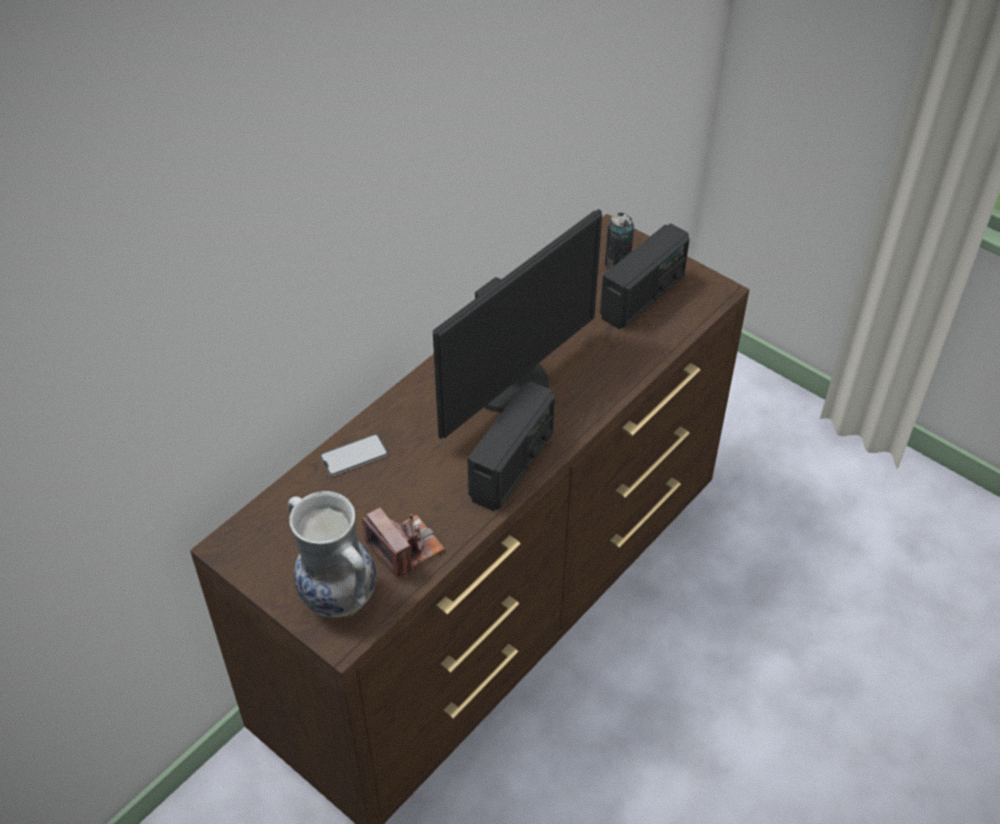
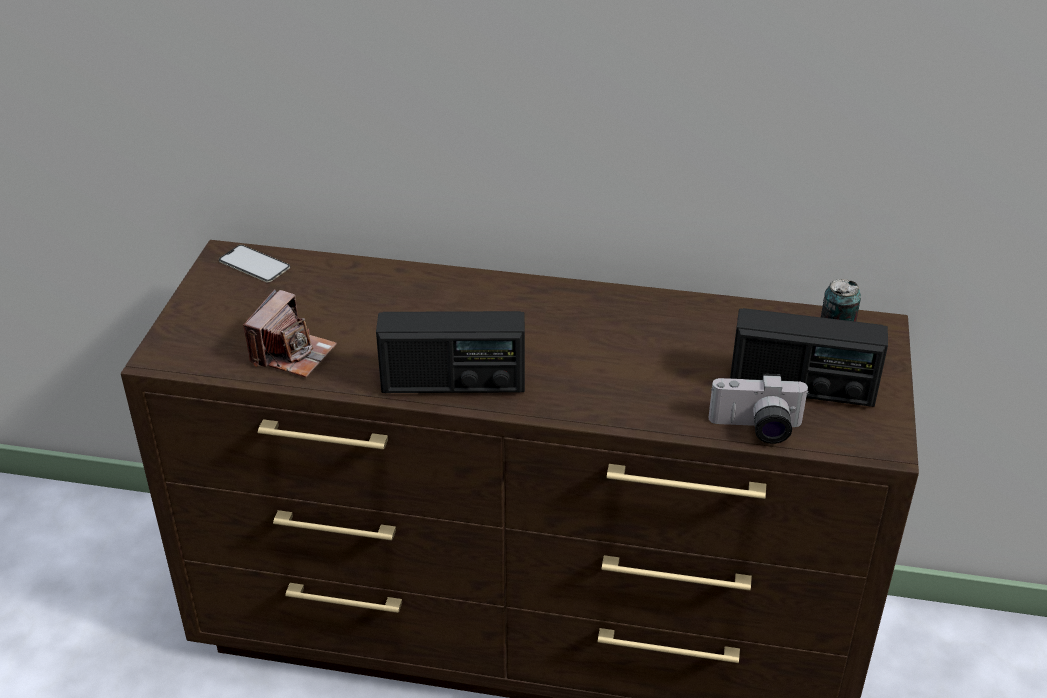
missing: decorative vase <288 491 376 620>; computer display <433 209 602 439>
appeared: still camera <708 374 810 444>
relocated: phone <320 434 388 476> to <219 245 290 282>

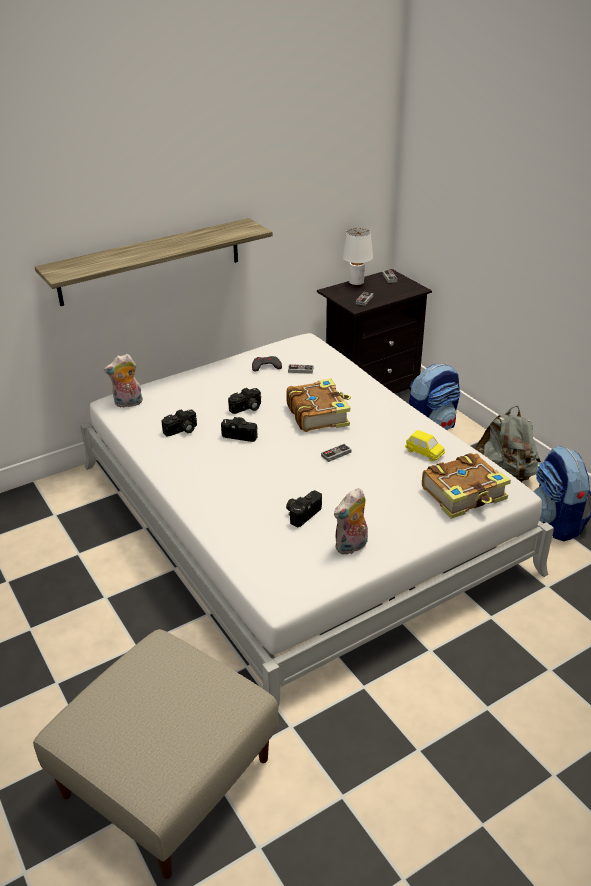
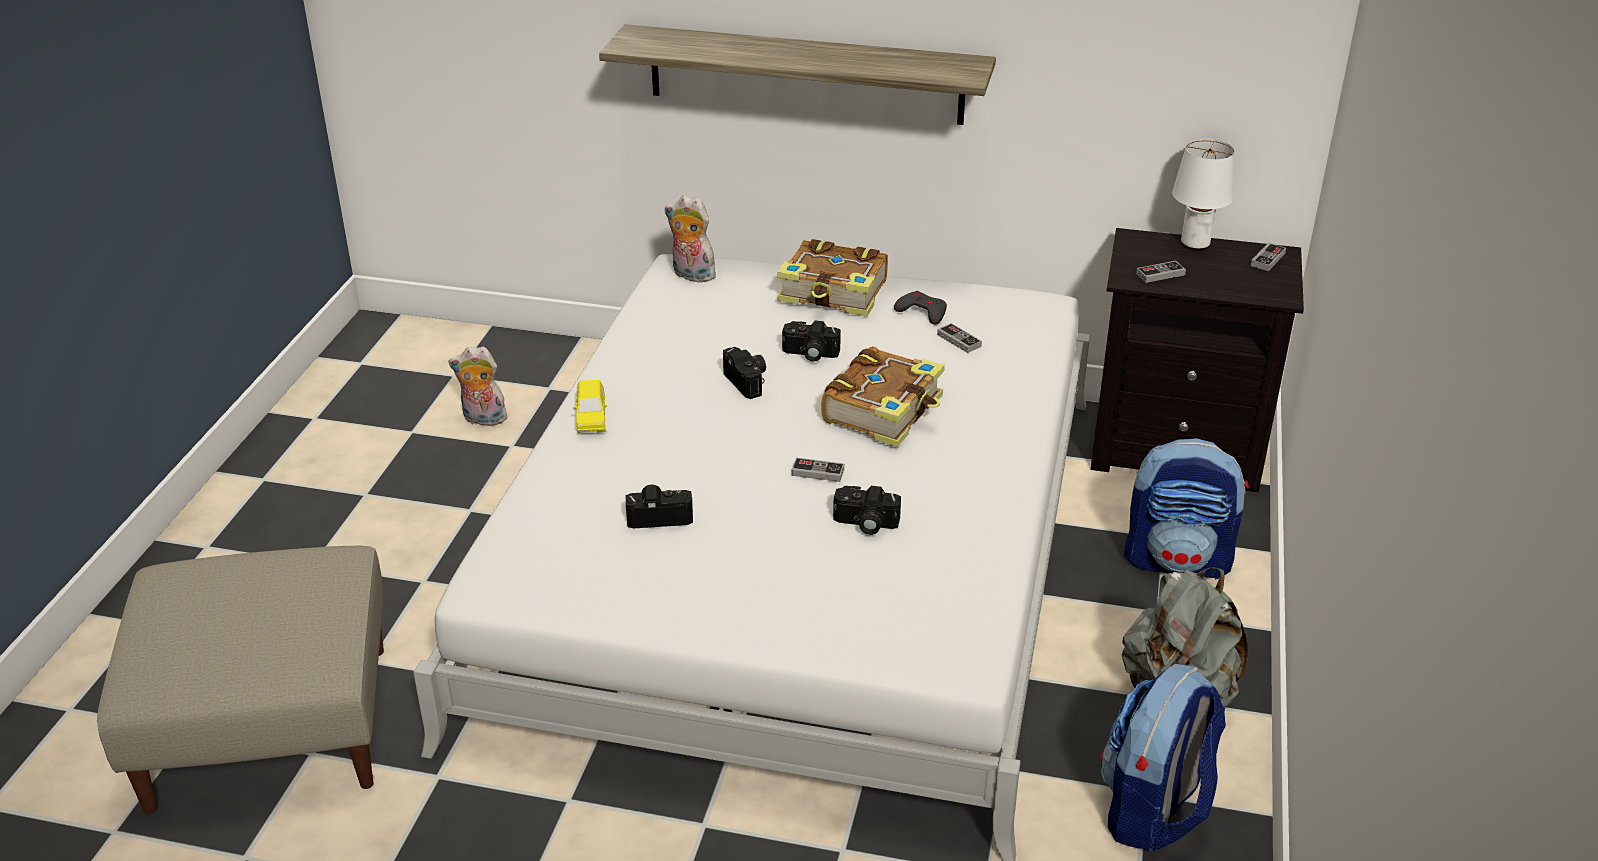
relocated: still camera <161 409 197 437> to <833 486 901 535>; cuddly toy <334 488 368 555> to <448 346 512 426>; model car (yellow) <405 430 445 462> to <573 380 607 433>; volume <422 453 511 519> to <777 239 888 317>

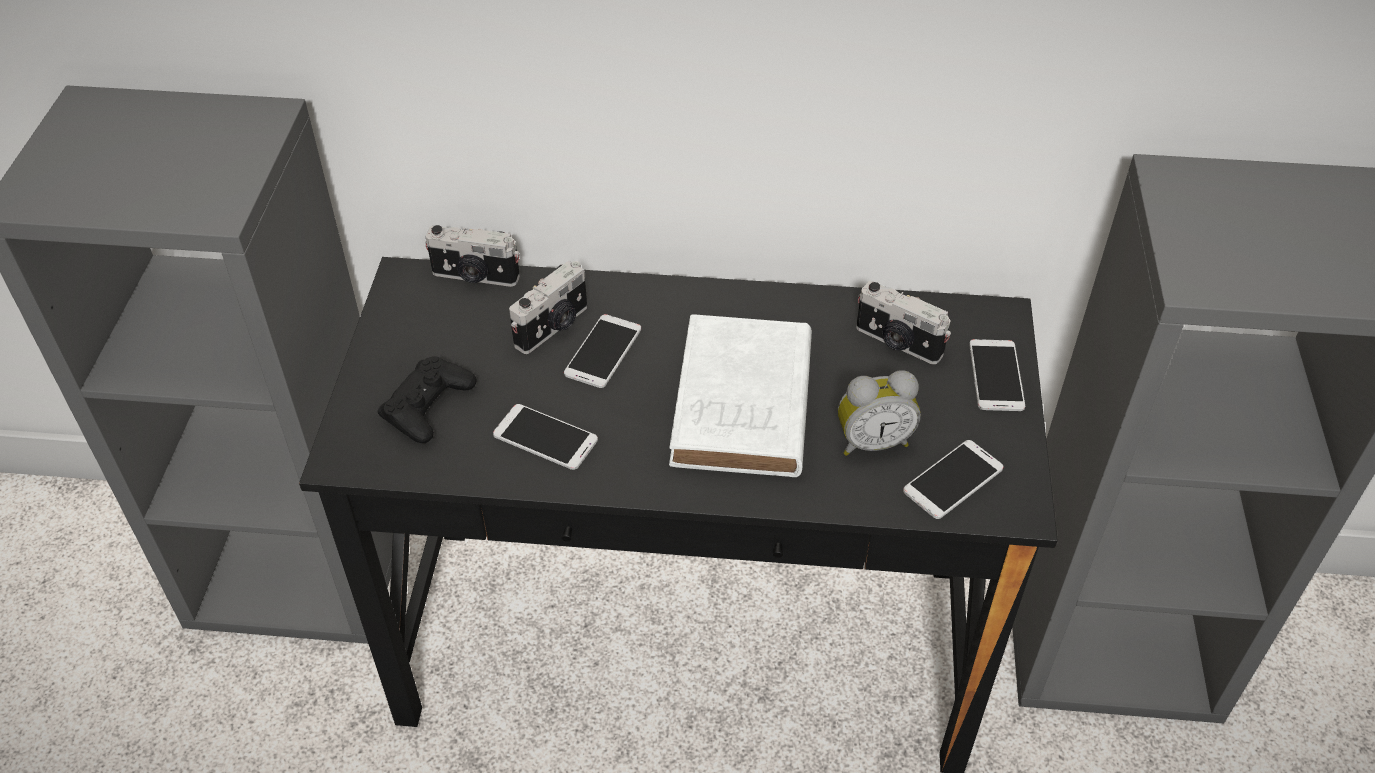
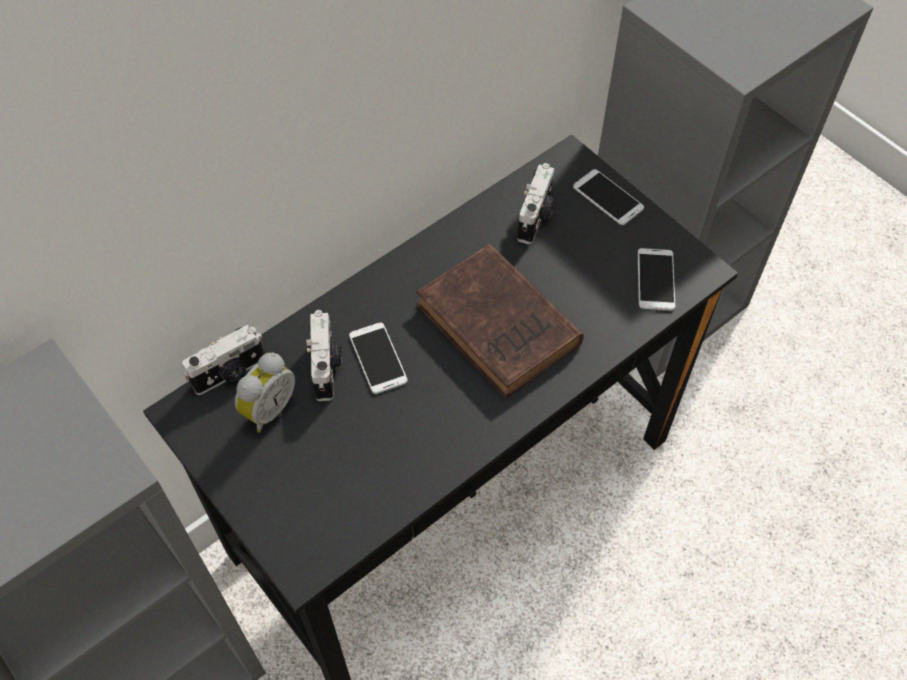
missing: gamepad (black-coloured) <378 356 476 443>; phone <493 404 598 470>
relocated: alarm clock <838 370 921 456> to <235 353 295 433>
colour: volume (whitish) <669 314 812 477> to volume (brown-coloured) <416 244 584 399>
spun: still camera <856 281 951 364> = <518 163 555 244> 60 degrees counterclockwise

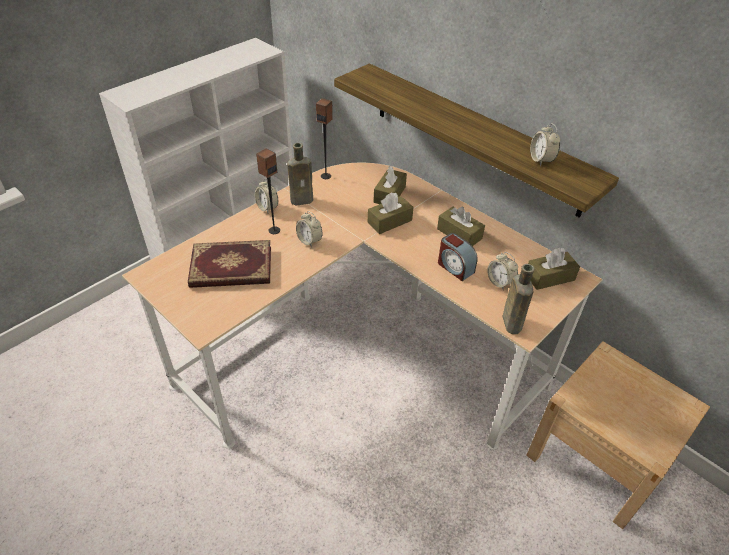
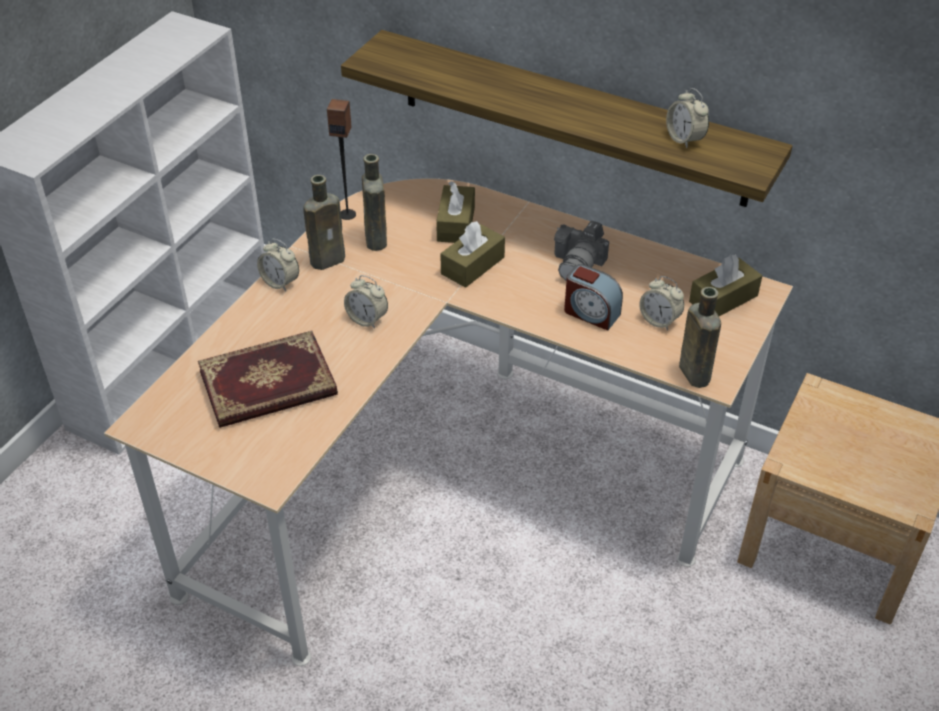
missing: audio speaker <256 148 280 234>
appeared: bottle (brown-coloured) <362 154 387 251>
exchanged: box of tissues (brown-coloured) <437 207 485 246> to still camera <554 220 609 280>

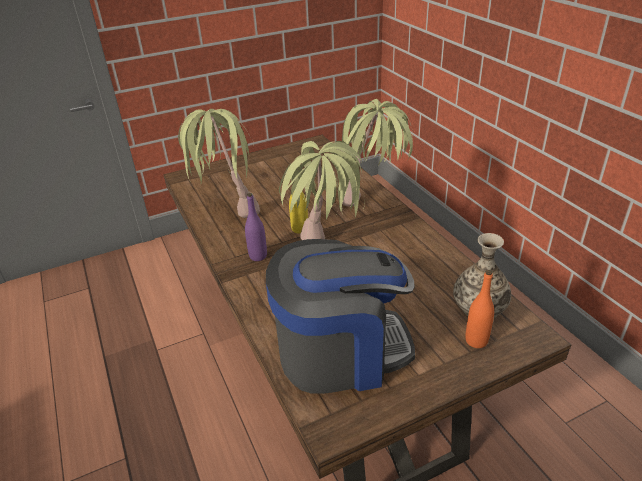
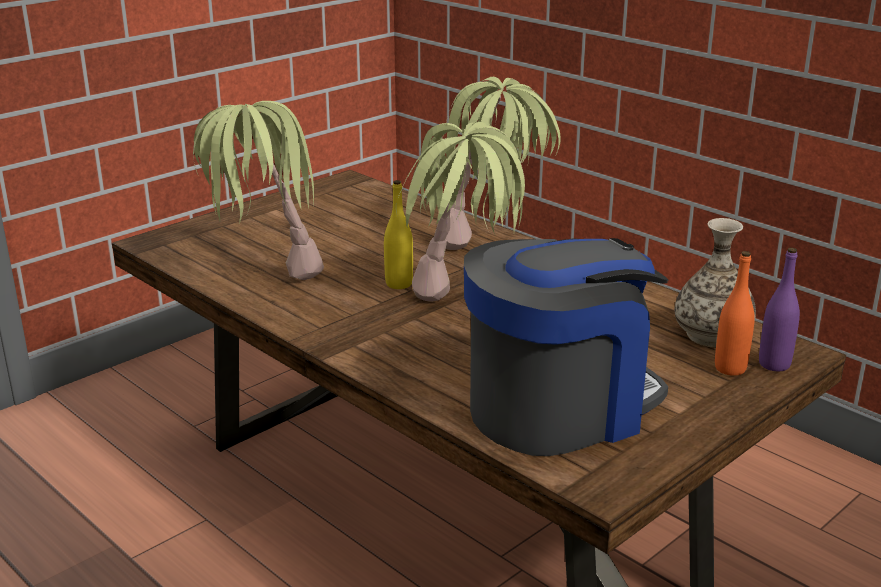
relocated: bottle (purple) <245 193 267 261> to <759 248 800 371>

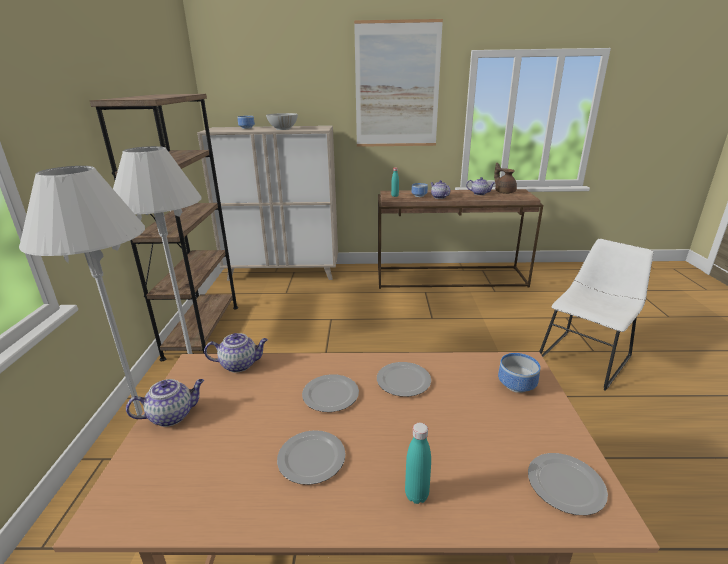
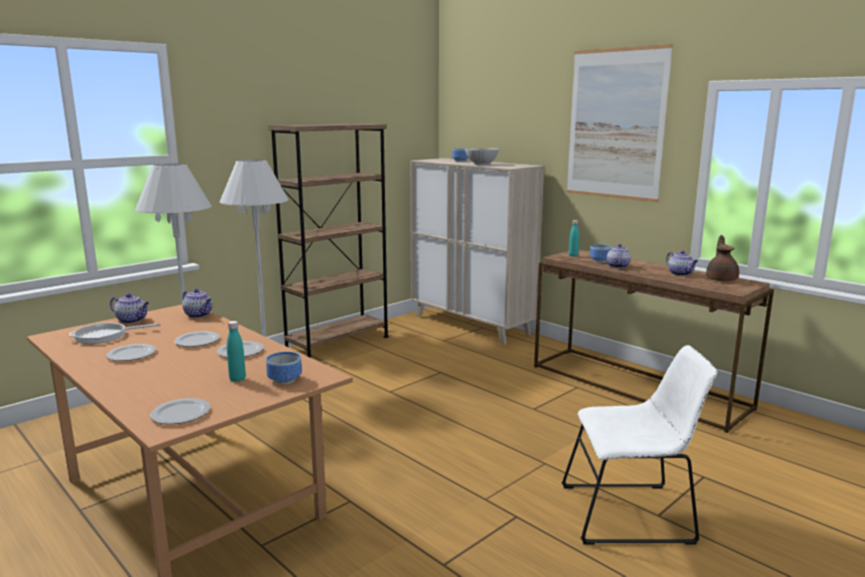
appeared: pan <69 323 161 344>
relocated: bottle (turquoise-coloured) <405 423 431 504> to <227 321 246 382>

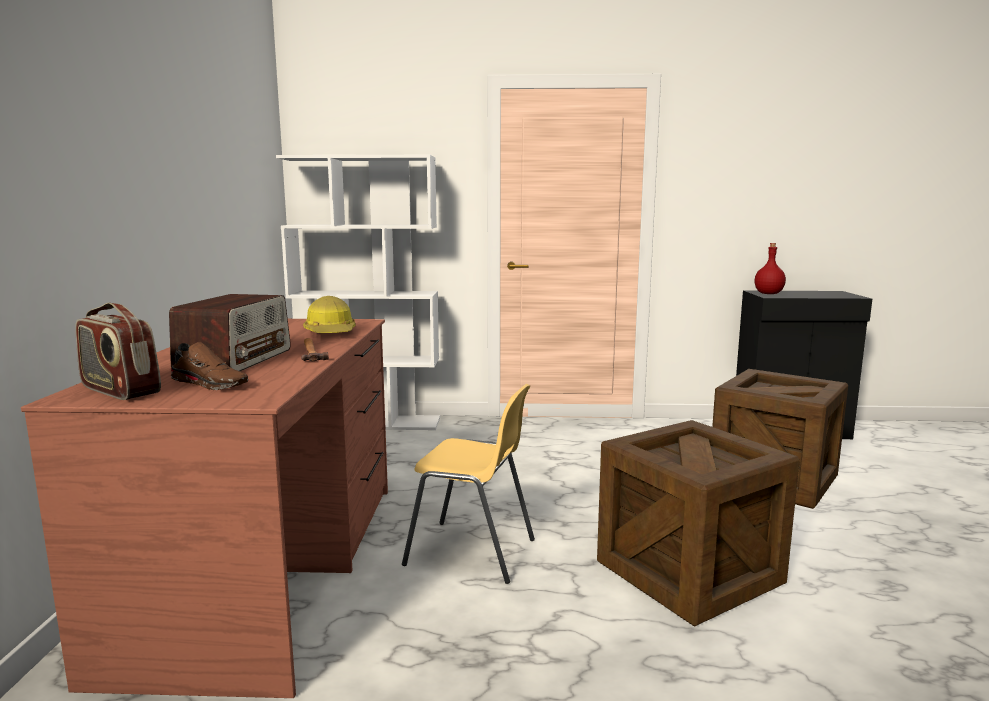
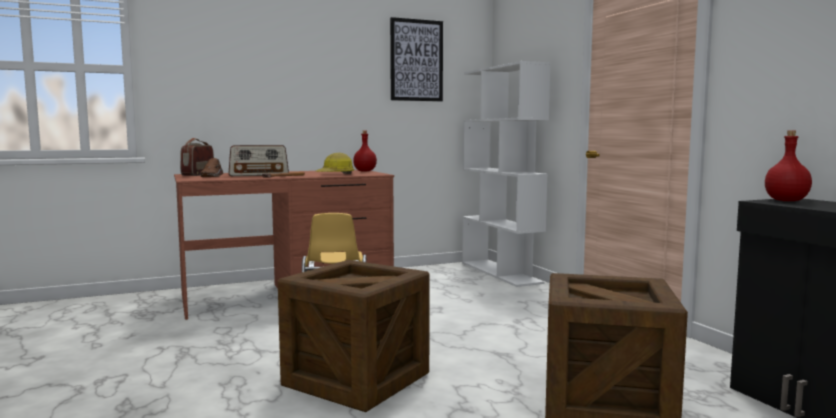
appeared: bottle (red-coloured) <353 131 377 172>; wall art <390 17 443 101>

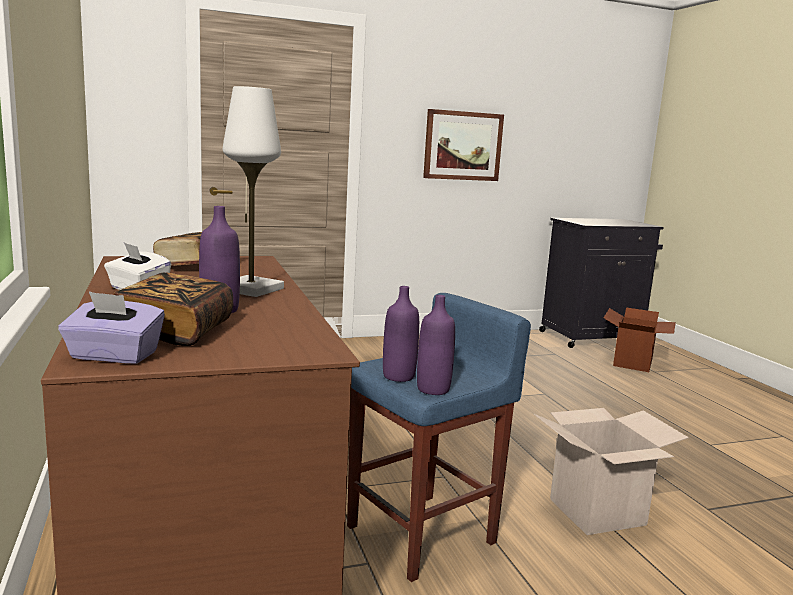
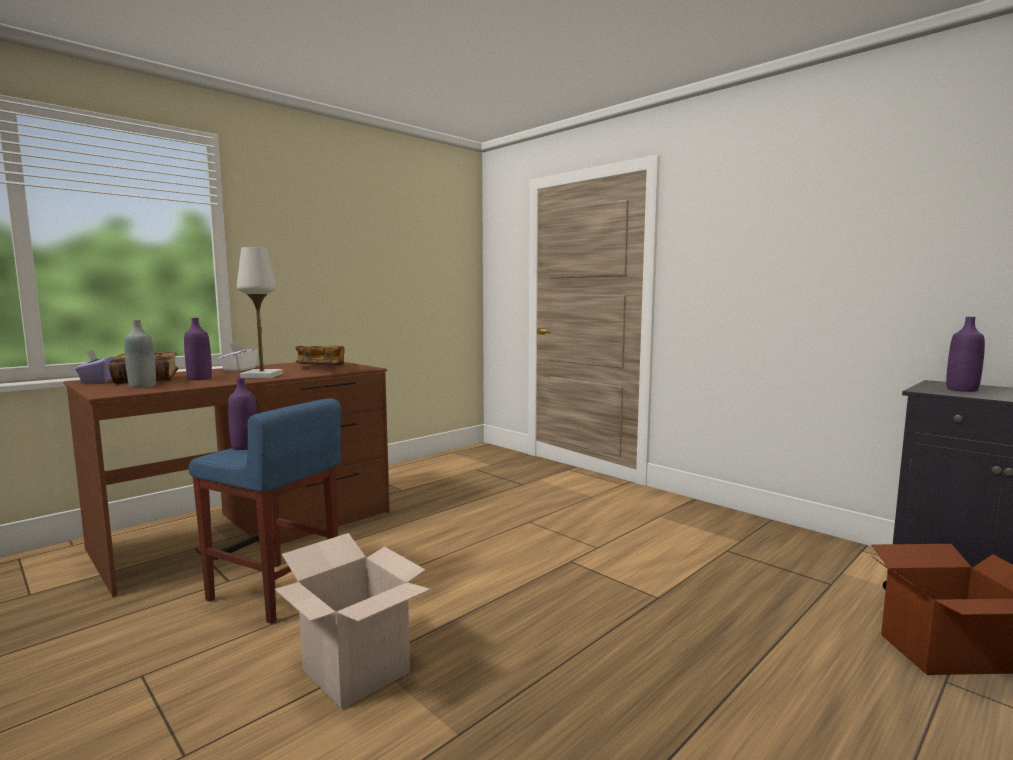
missing: wall art <423 109 504 181>
appeared: bottle (gray) <124 320 156 388>
relocated: bottle (purple) <417 295 455 395> to <946 317 985 392>

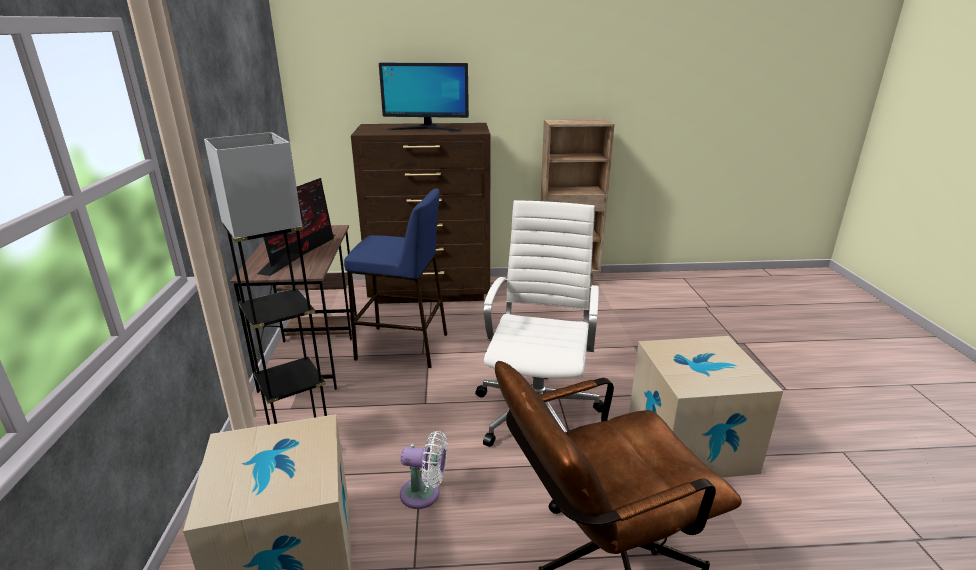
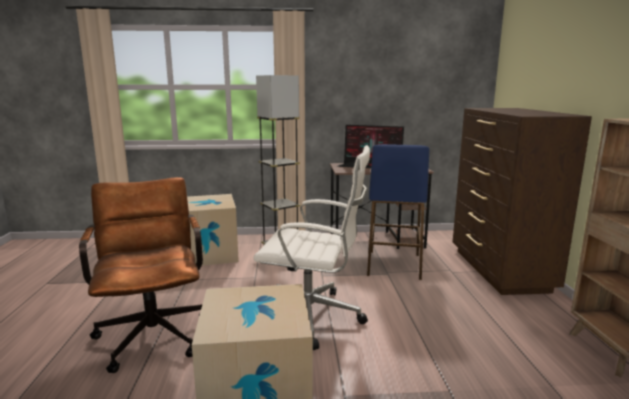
missing: computer display <379 63 469 131>; fan (whitish) <400 431 447 509>

